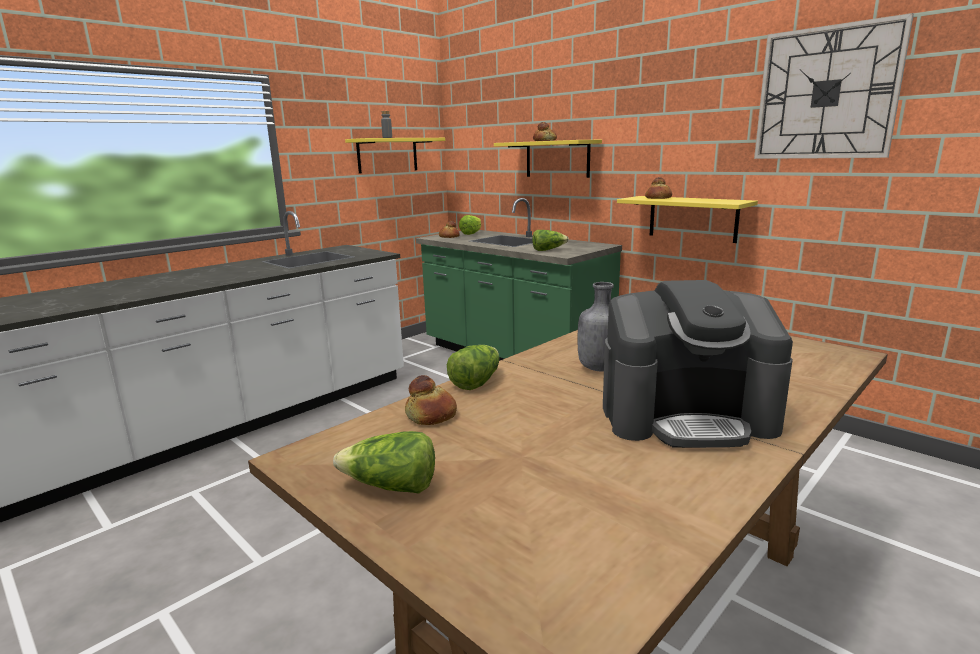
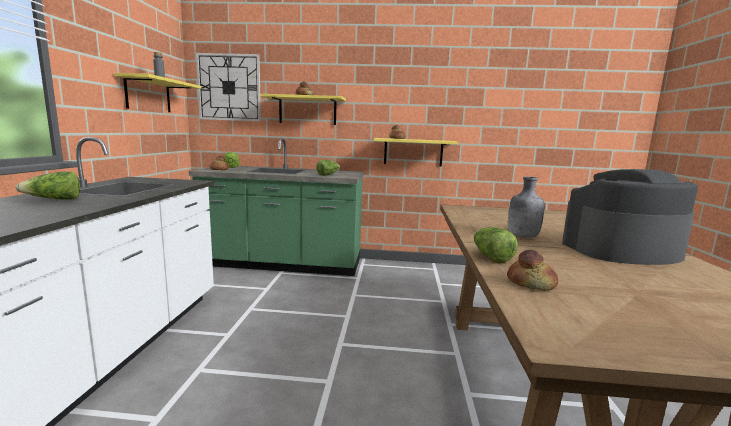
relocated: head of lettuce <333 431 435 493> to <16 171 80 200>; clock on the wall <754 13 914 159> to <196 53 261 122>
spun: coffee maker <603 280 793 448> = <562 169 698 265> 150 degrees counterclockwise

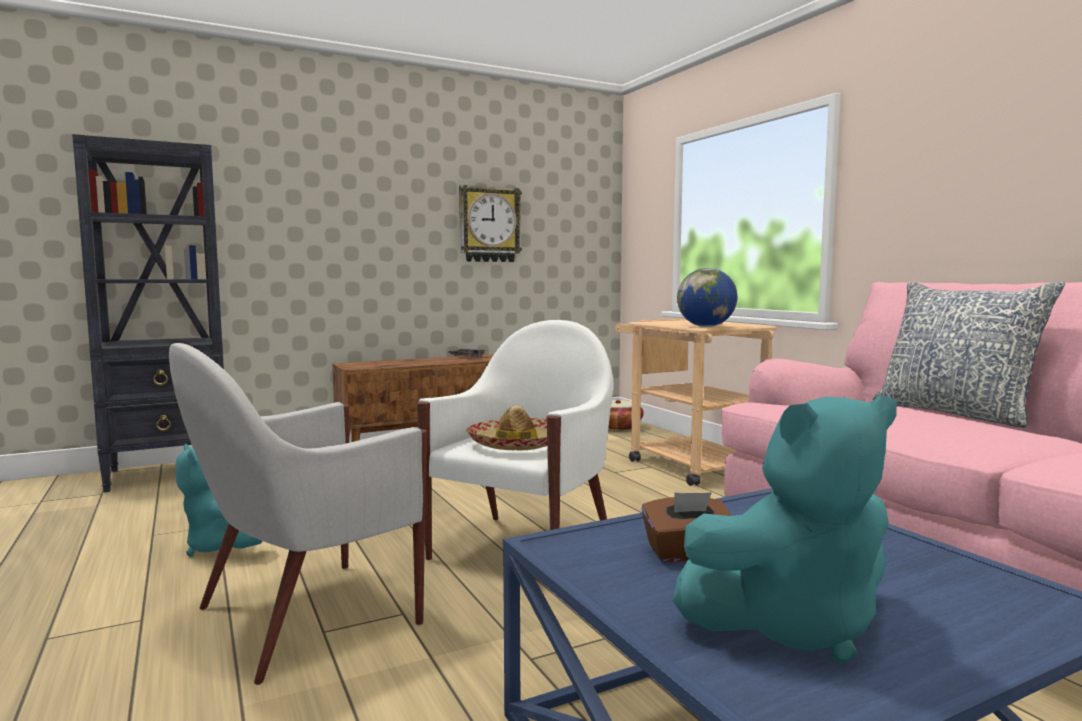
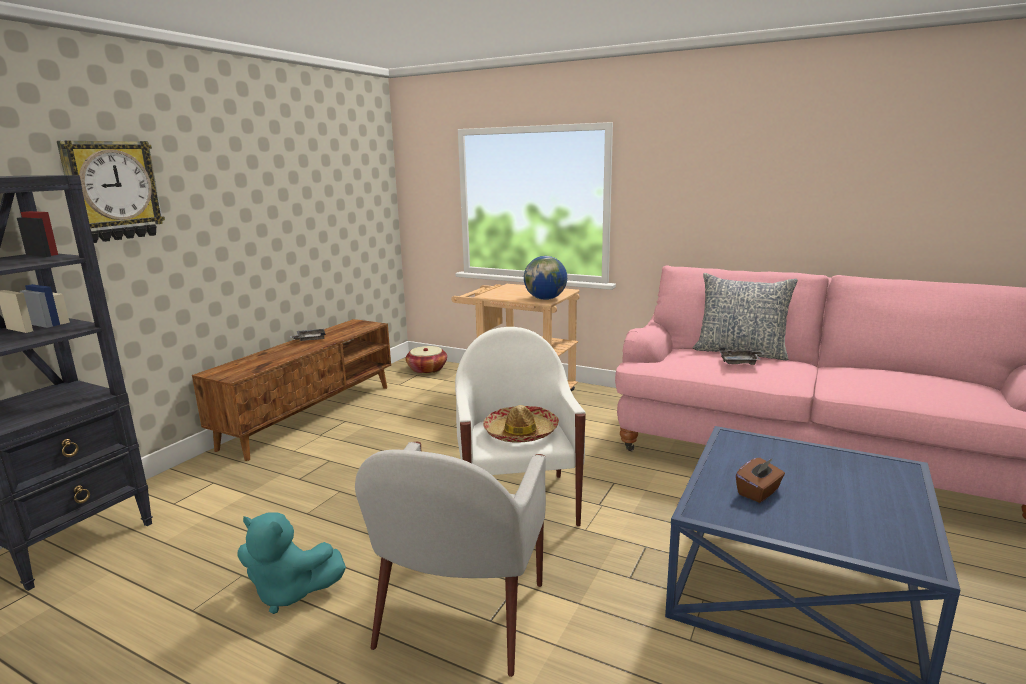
missing: cuddly toy (turquoise-coloured) <673 396 897 665>
appeared: serving tray (gray) <719 347 765 365>
relocated: clock on the wall <459 185 522 262> to <57 140 165 243>

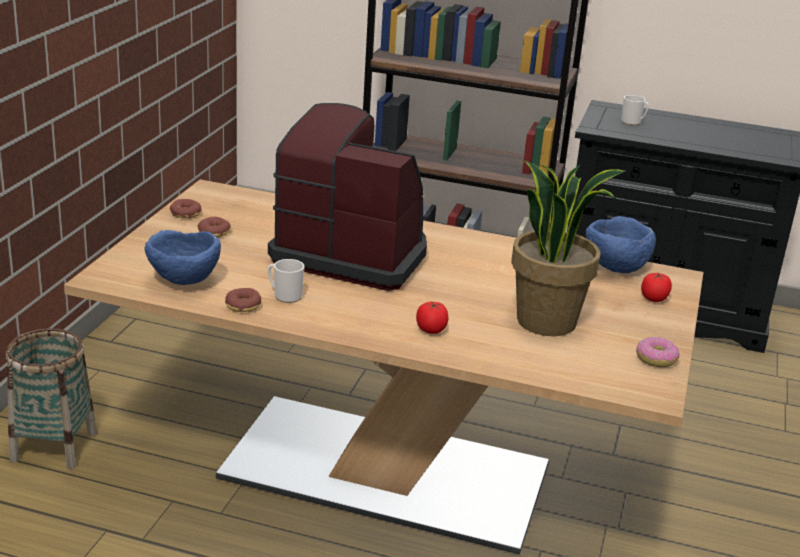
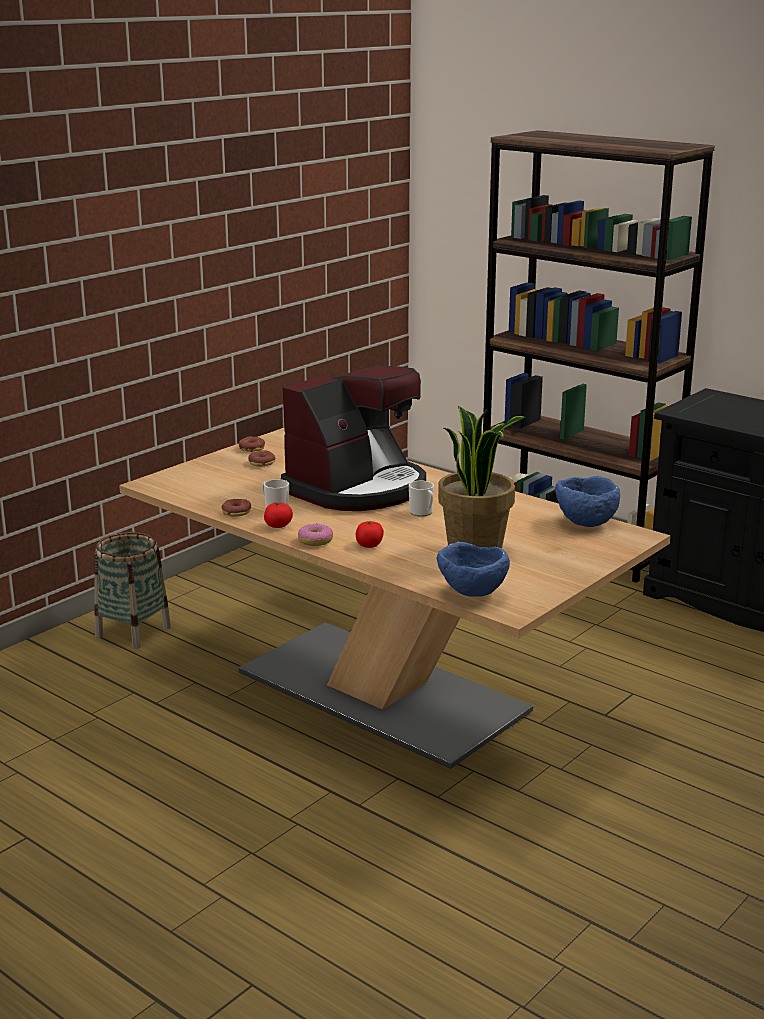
relocated: bowl (bluish) <145 230 221 285> to <437 542 510 597>; tea mug <621 95 649 125> to <409 481 434 517>; donut <636 337 679 367> to <298 523 333 546>; whole tomato <641 273 672 302> to <264 503 293 528>
spun: coffee maker <268 103 427 291> = <281 365 426 511> 90 degrees clockwise

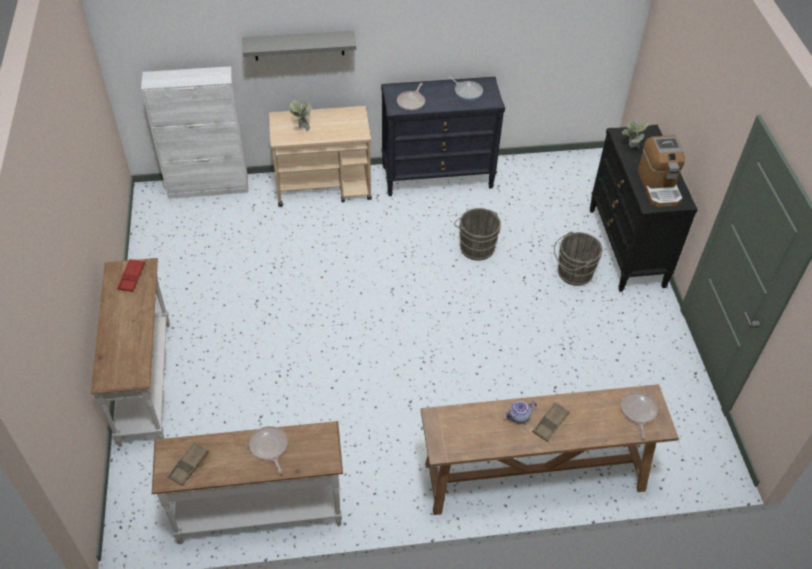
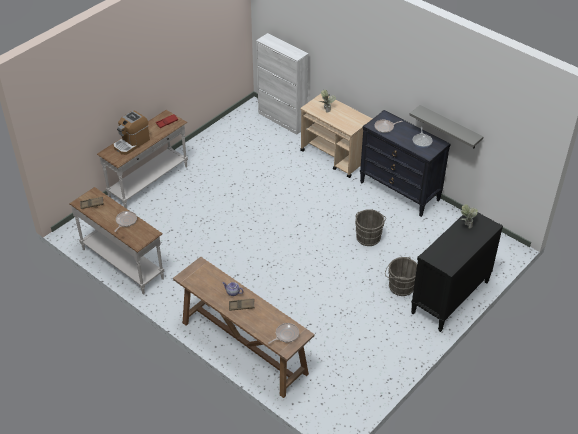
relocated: shelf (gray) <242 31 356 61> to <409 105 484 148>; coffee maker <637 135 685 207> to <114 110 150 155>

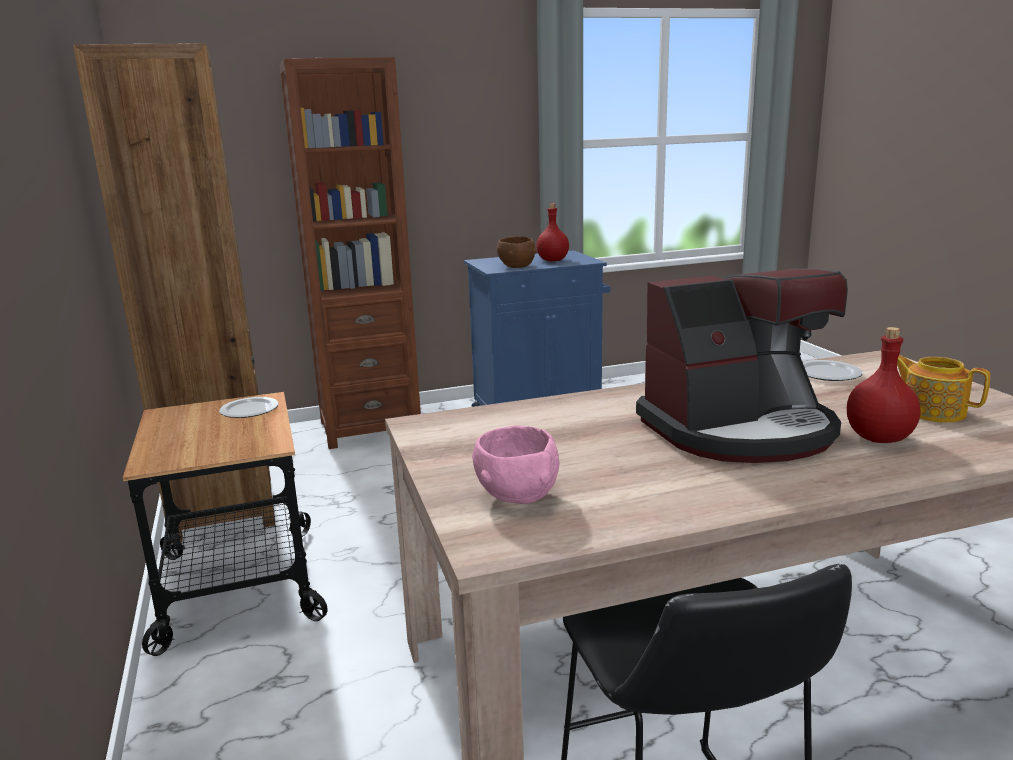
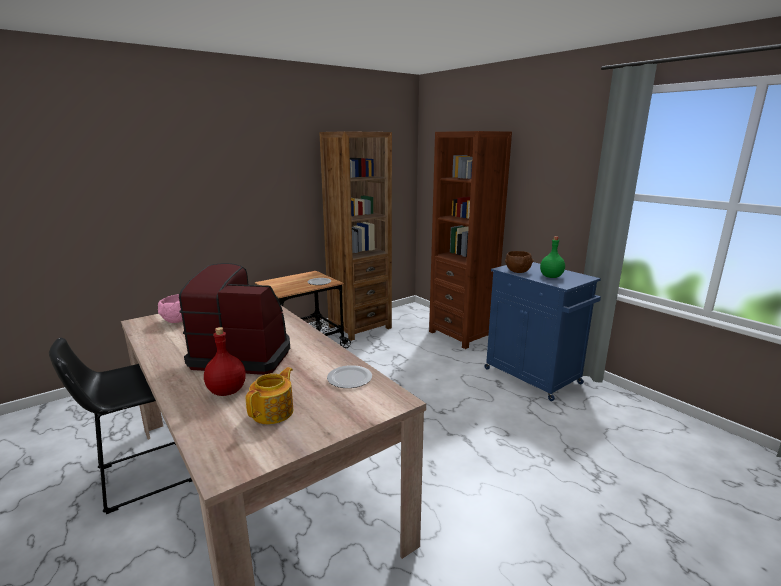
colour: bottle (red-coloured) <536 204 569 261> to bottle (greenish) <540 236 565 278>
spun: coffee maker <636 269 848 463> = <179 263 290 375> 135 degrees clockwise

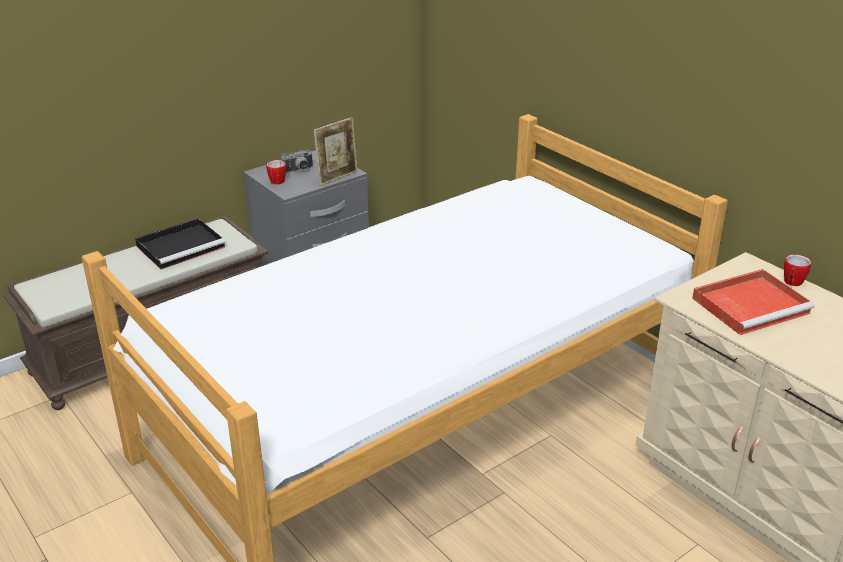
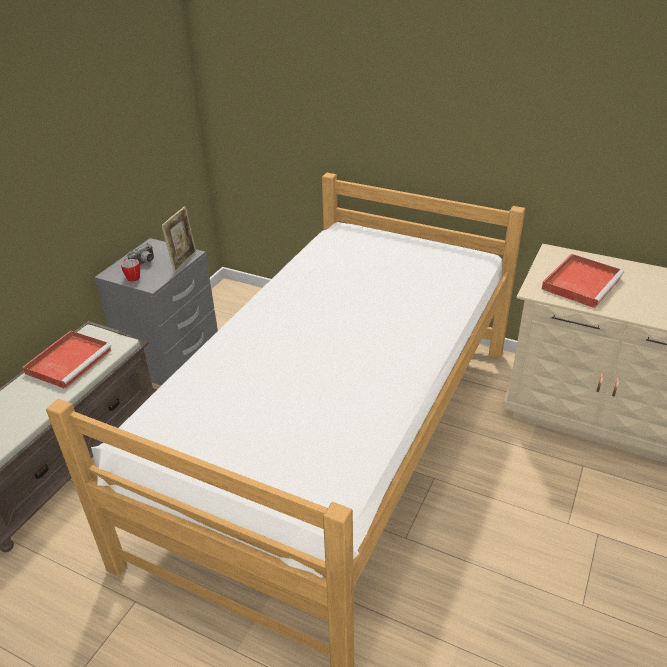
missing: tea mug <784 254 811 286>
colour: serving tray (black-coloured) <135 218 225 269> to serving tray (red-coloured) <22 330 112 389>

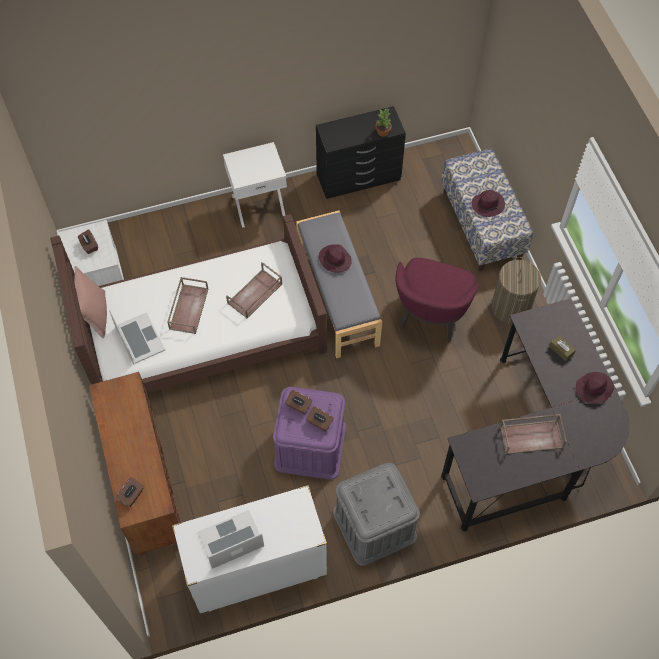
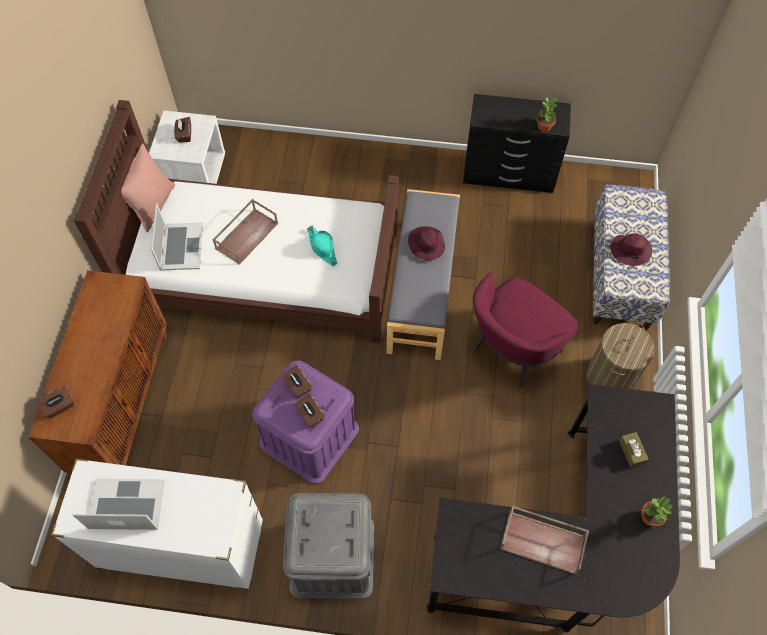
missing: nightstand (whitish) <223 142 287 228>
exchanged: serving tray (brown-coloured) <226 262 282 319> to wearable hat (turquoise-coloured) <307 226 337 266>; wearable hat (purple) <576 372 614 404> to potted plant <641 496 673 527>

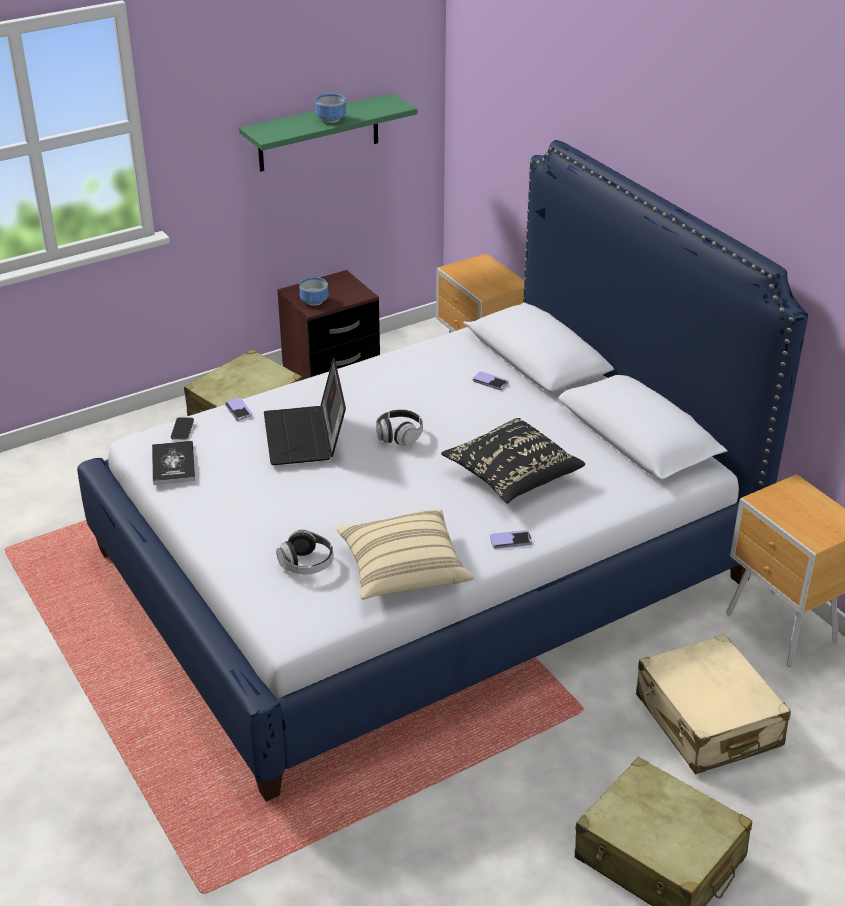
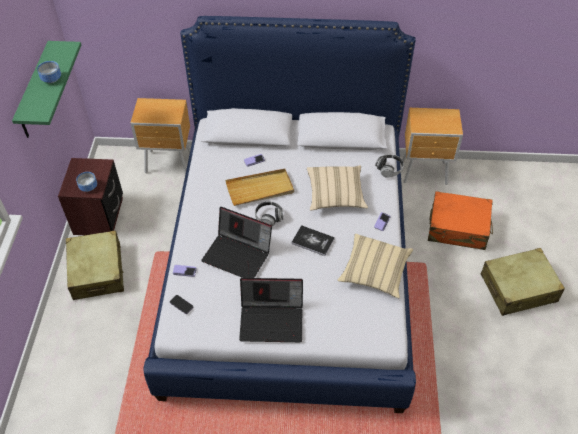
appeared: serving tray (sand-coloured) <225 169 294 206>; notebook computer <239 278 303 342>
relocated: volume <152 441 195 485> to <291 225 335 256>; headset <276 529 334 574> to <375 154 404 178>
colour: throw pillow (black-coloured) <441 418 585 504> to throw pillow (sand-coloured) <307 165 368 210>; travel case (sand-coloured) <636 634 791 774> to travel case (orange) <428 191 493 250>

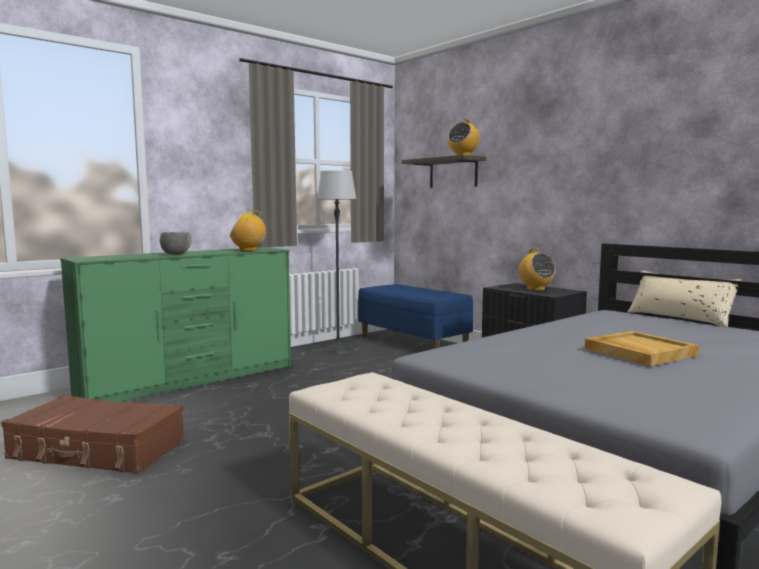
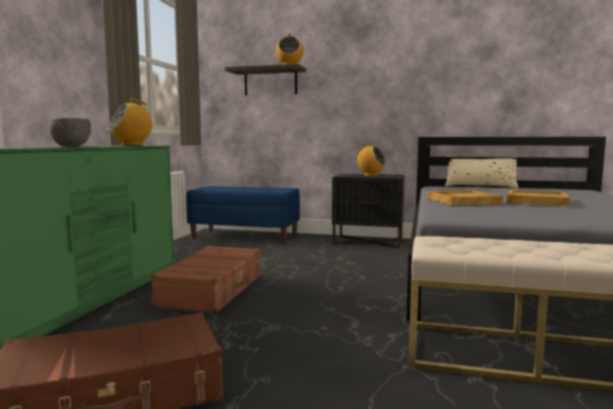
missing: standard lamp <317 170 356 353>
appeared: travel case (brown-coloured) <150 246 262 313>; serving tray (sand-coloured) <427 190 503 205>

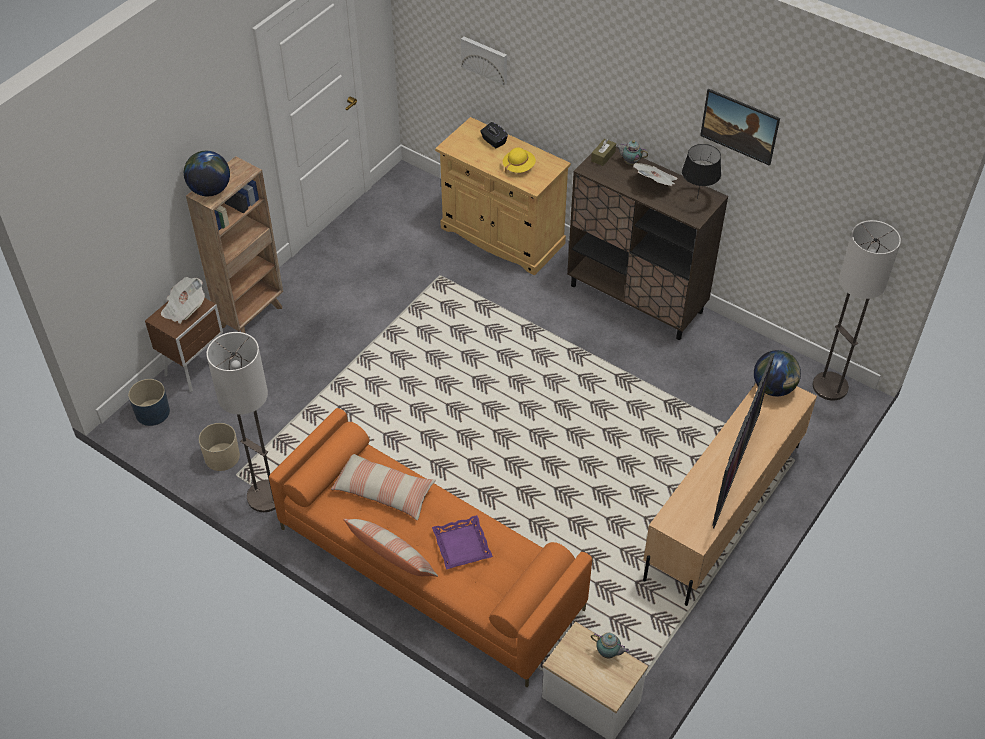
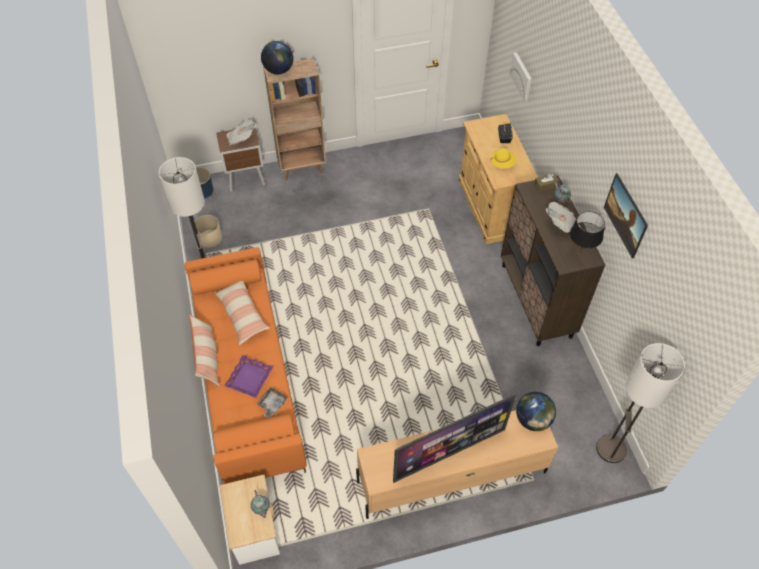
appeared: serving tray (gray) <257 387 287 418>

